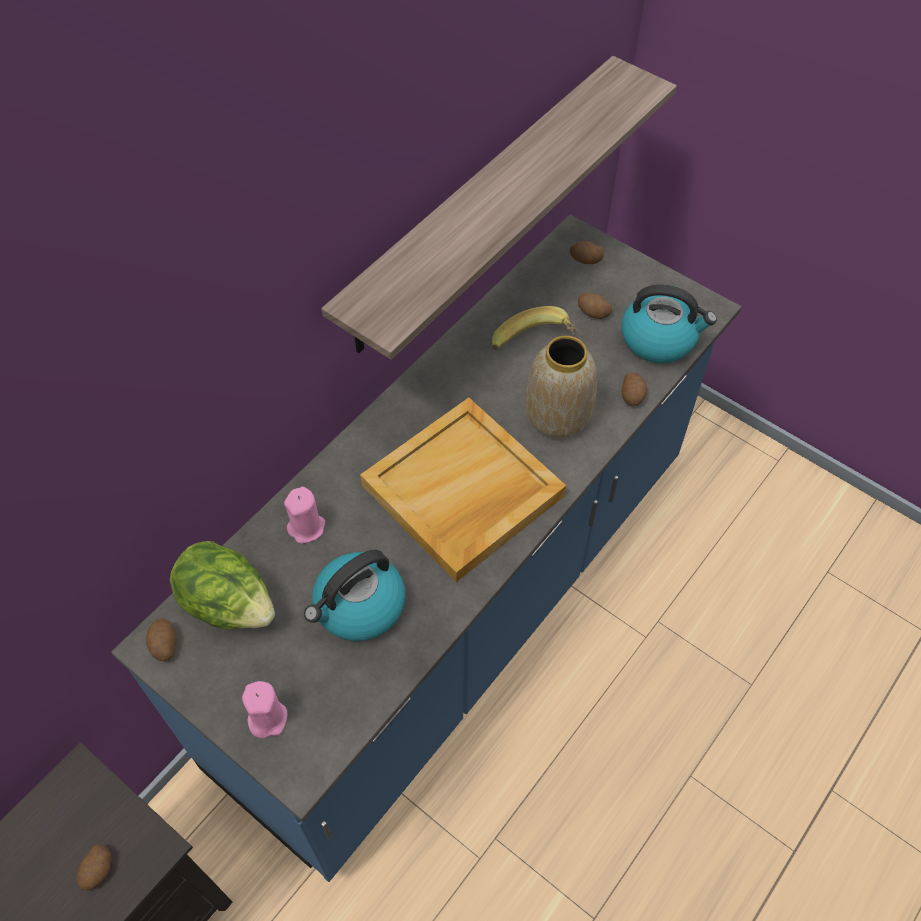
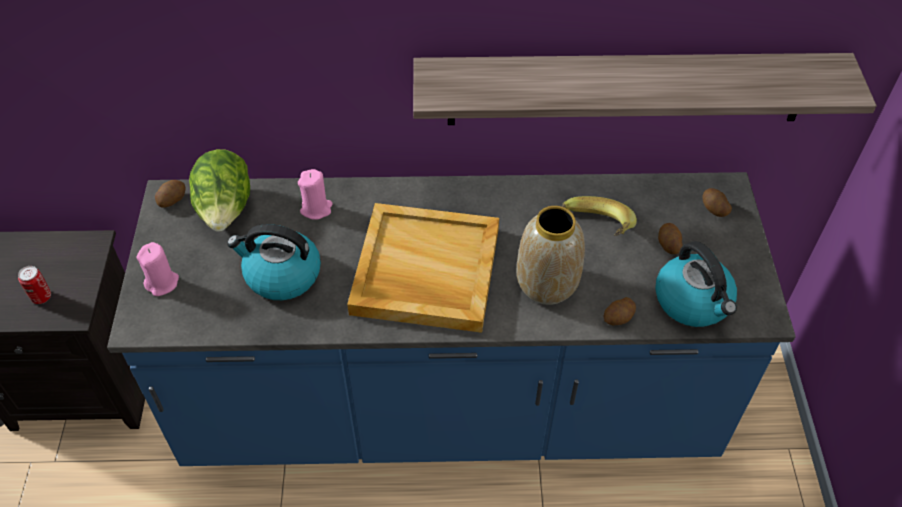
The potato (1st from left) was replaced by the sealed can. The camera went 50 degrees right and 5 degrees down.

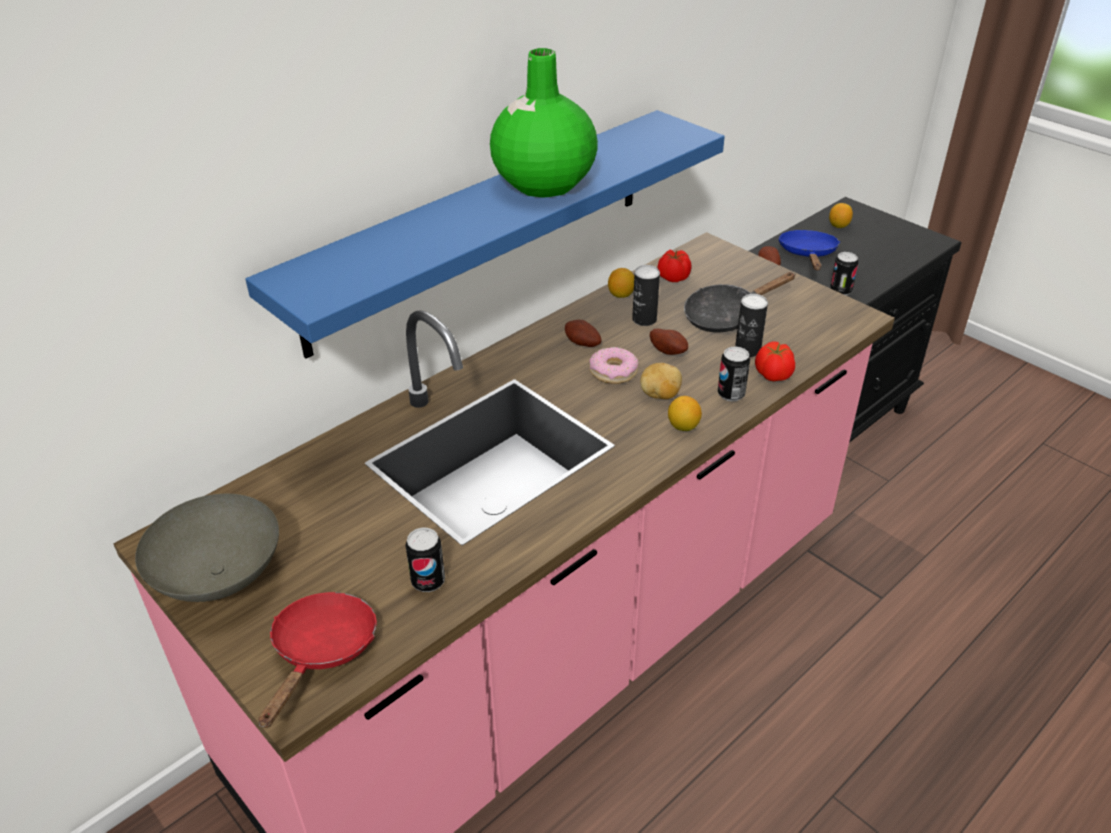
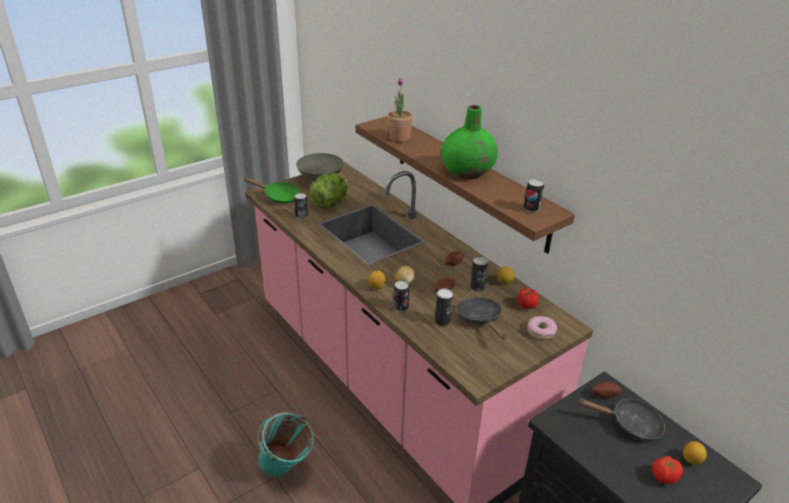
The red frying pan became the green frying pan. The turquoise pail appeared. The lettuce head appeared. The blue wall shelf became the brown wall shelf. The potted plant appeared. The sealed can (5th from left) moved. The donut moved. The blue frying pan became the blackish frying pan (2nd from left). The fresh tomato (2nd from left) moved. The camera went 95 degrees right and 5 degrees down.

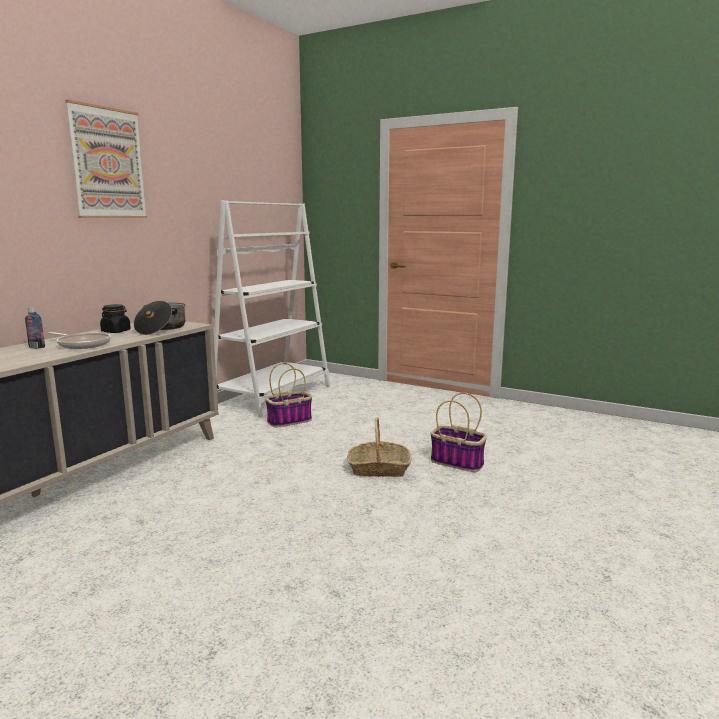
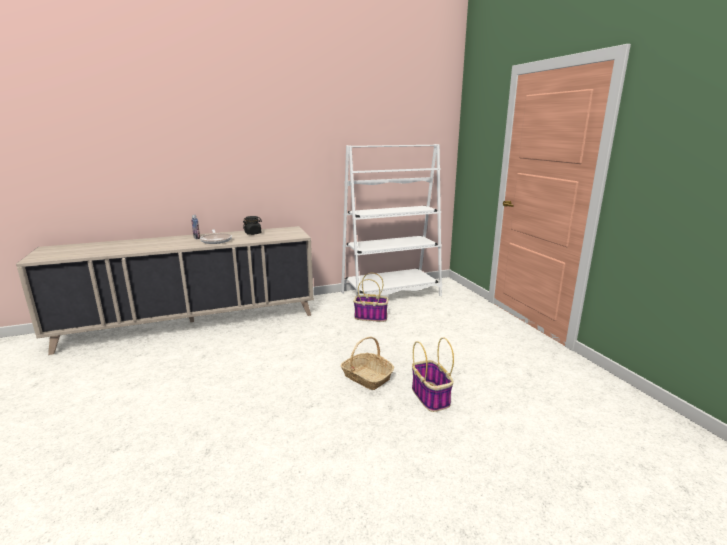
The wall art disappeared. The saucepot disappeared. The camera went 40 degrees right and 5 degrees up.

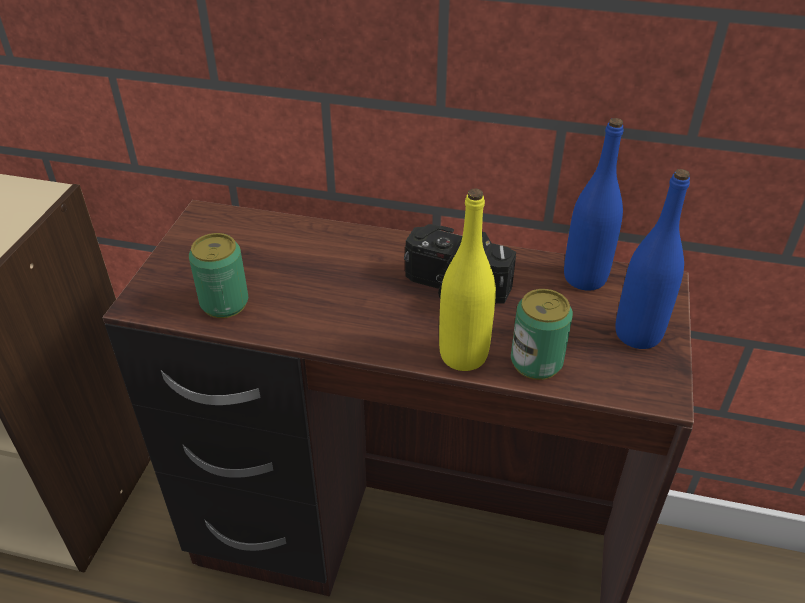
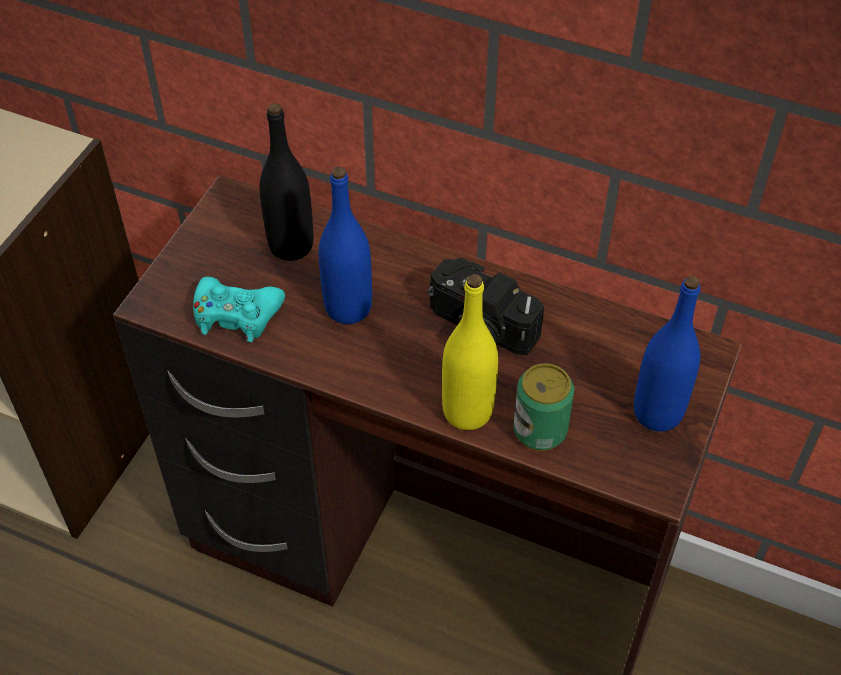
The sealed can (1st from left) was replaced by the turquoise joypad. The blackish bottle appeared. The blue bottle (1st from left) moved. The camera went 10 degrees right and 10 degrees up.

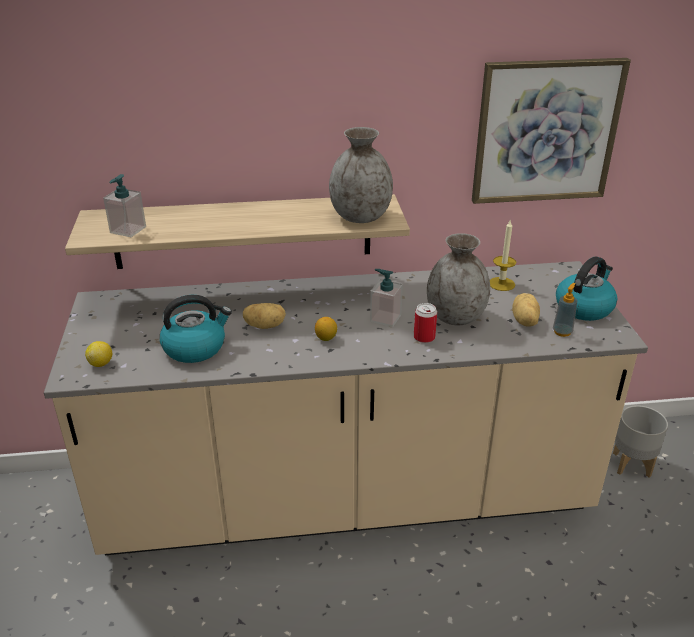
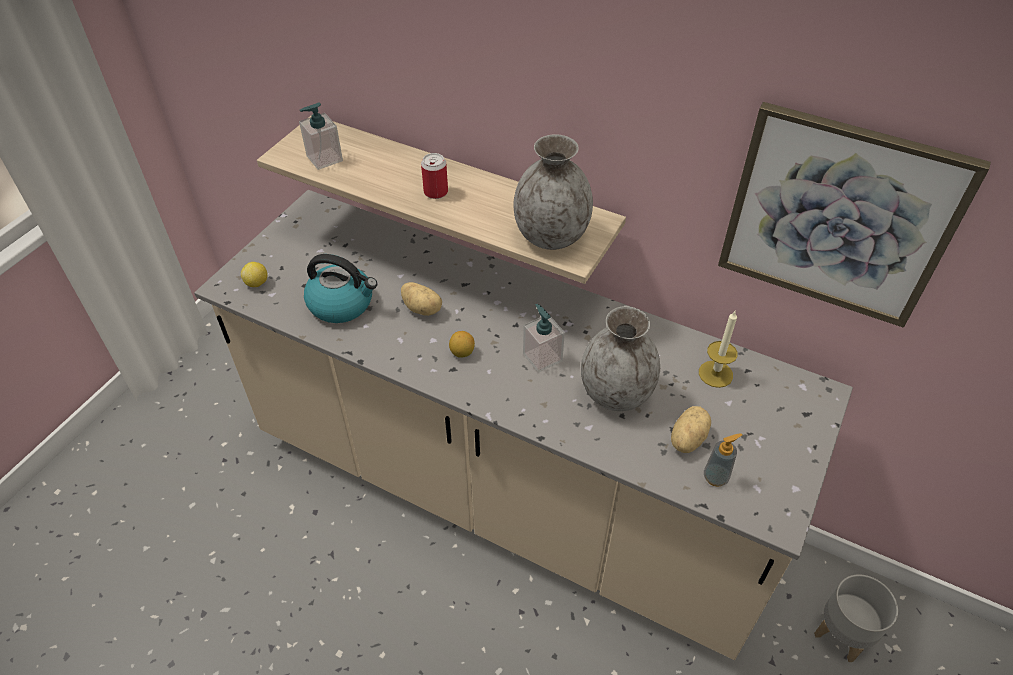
The sealed can moved. The kettle (2nd from left) disappeared. The camera went 35 degrees right and 15 degrees up.

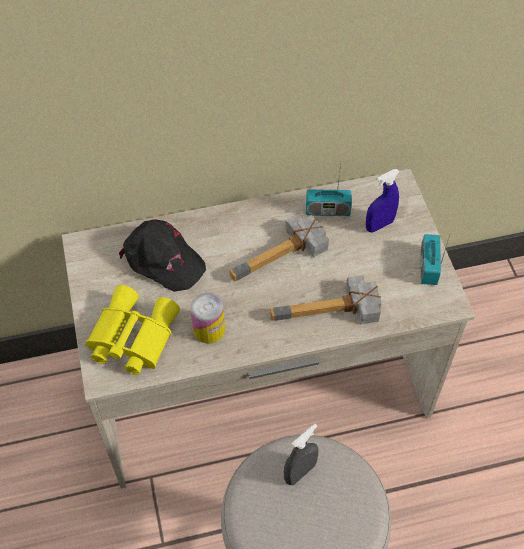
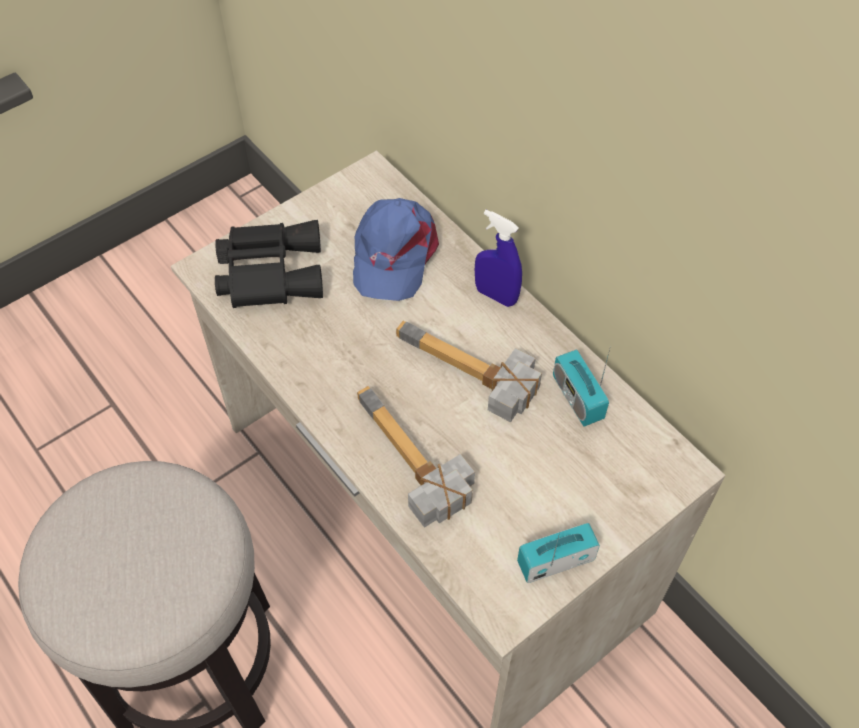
The yellowish binoculars became the blackish binoculars. The blackish baseball cap became the blue baseball cap. The blue sprayer moved. The sealed can disappeared. The greyish sprayer disappeared. The camera went 65 degrees right and 0 degrees up.

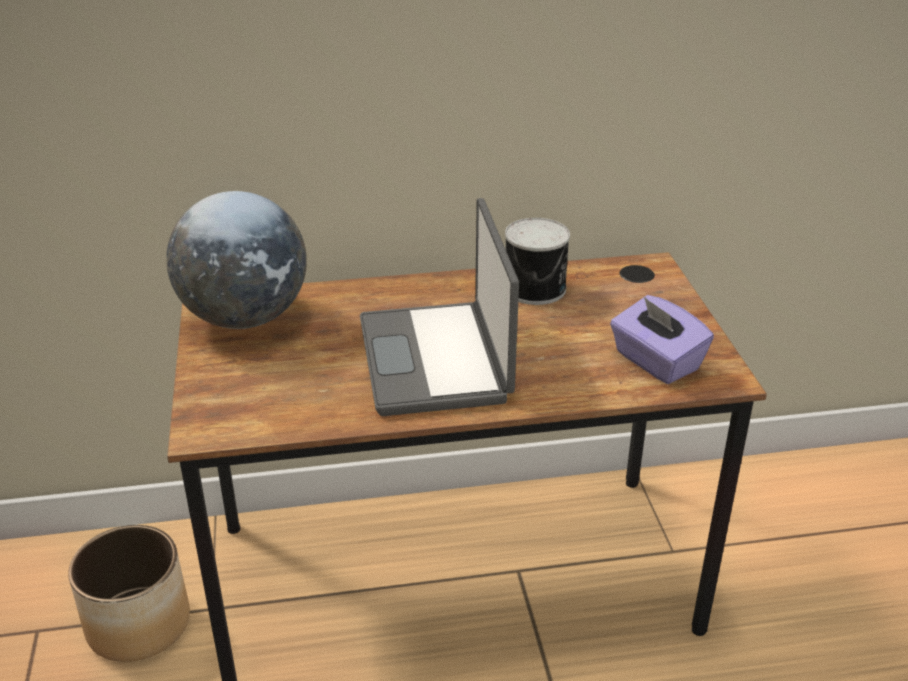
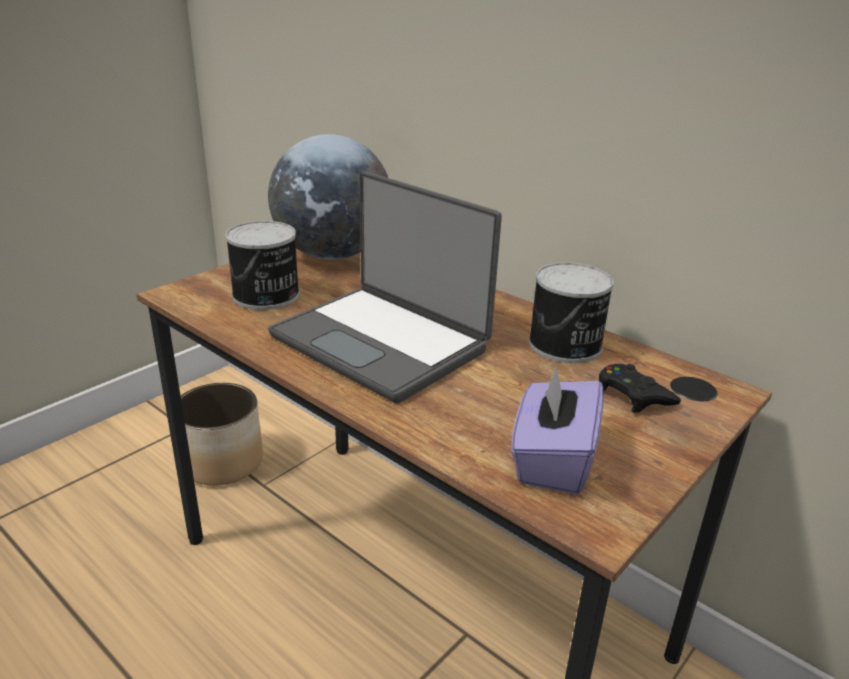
The sealed can (1st from left) appeared. The portable computer turned 90 degrees counterclockwise. The blackish joypad appeared. The camera went 50 degrees right and 5 degrees down.

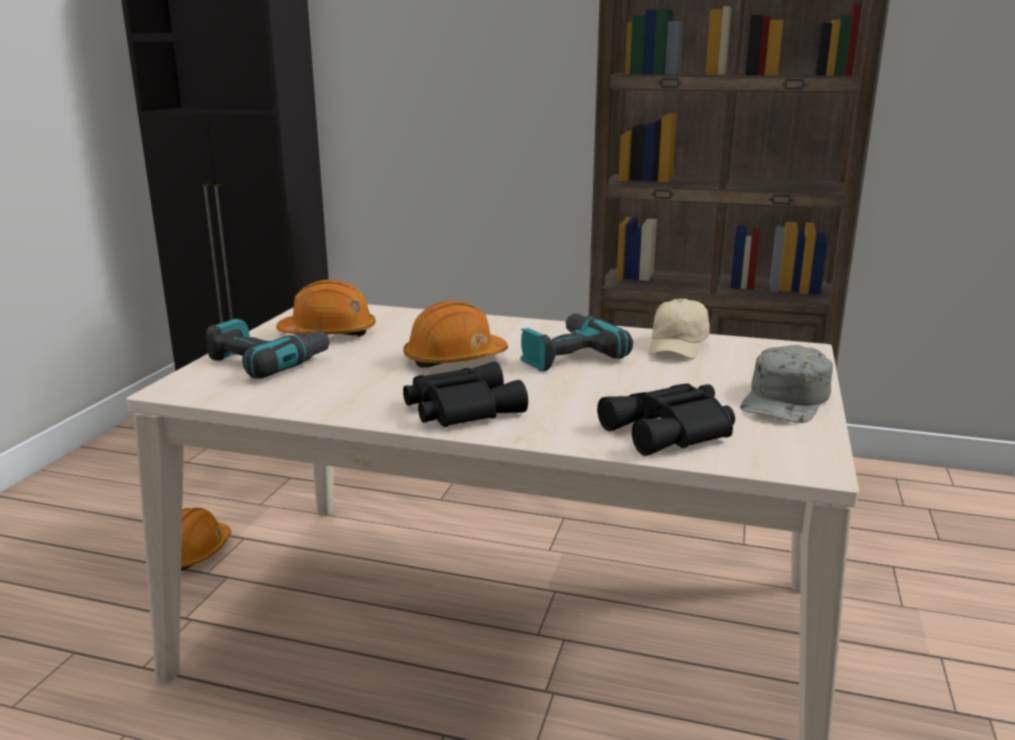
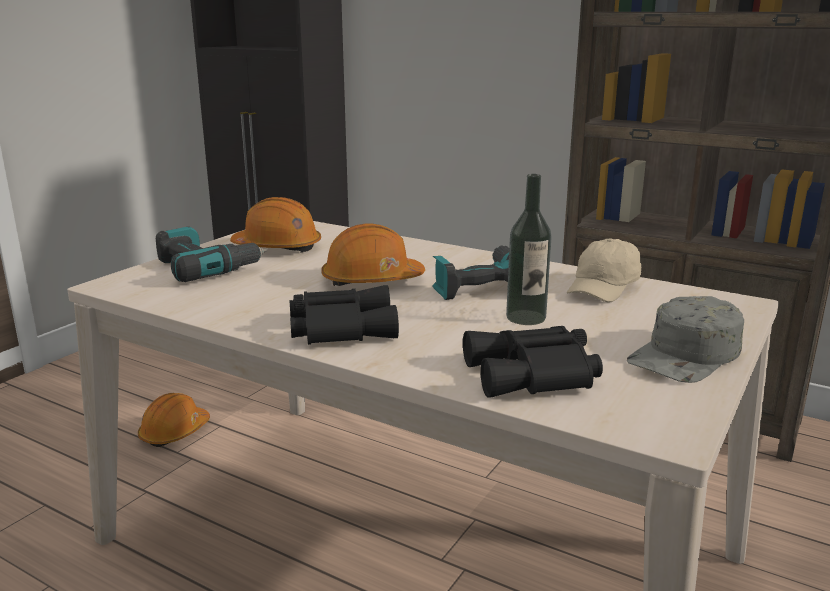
The bottle appeared. The camera went 15 degrees right and 0 degrees up.

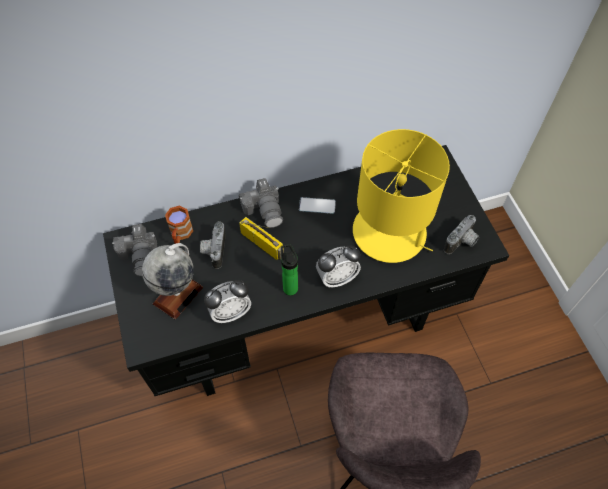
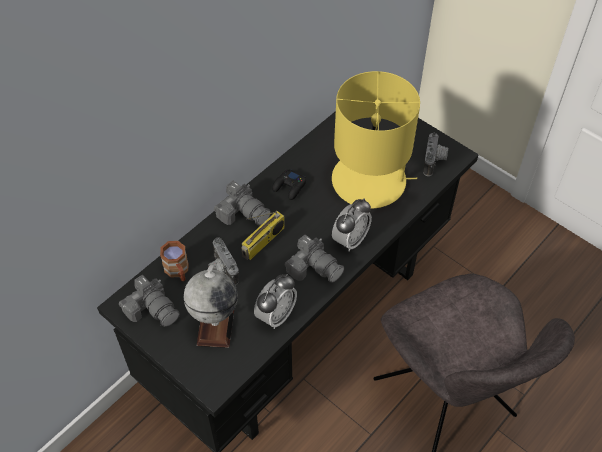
The radio set turned 120 degrees clockwise. The handset was replaced by the blackish joypad. The bottle was replaced by the still camera (4th from left). The camera went 30 degrees left and 5 degrees down.

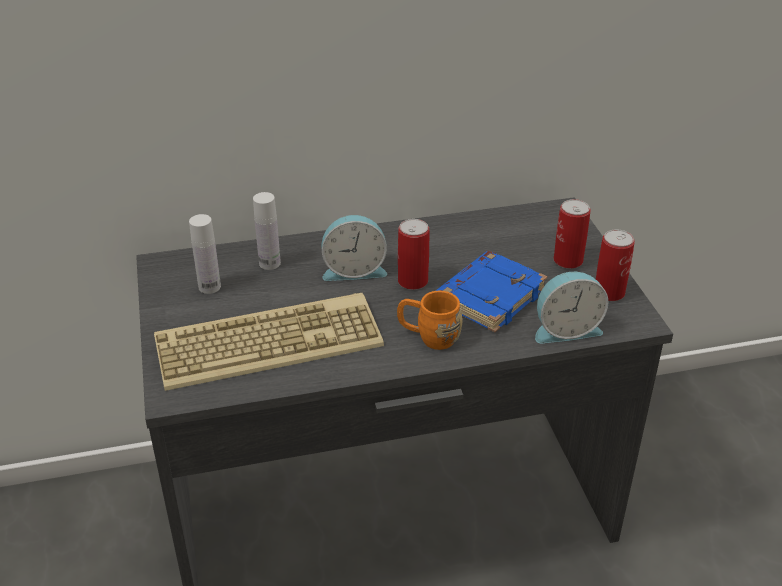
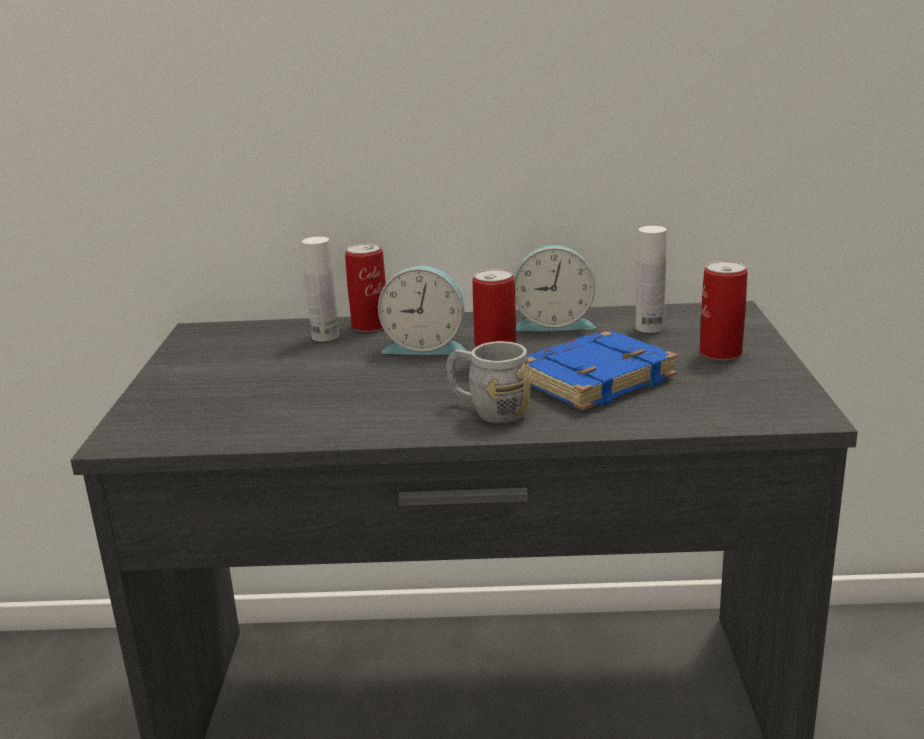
The sealed can (3rd from left in the first image) moved. The orange tea mug became the greyish tea mug. The table clock (2nd from left) moved. The white bottle (1st from left in the first image) moved. The computer keyboard disappeared. The camera went 15 degrees right and 15 degrees down.

